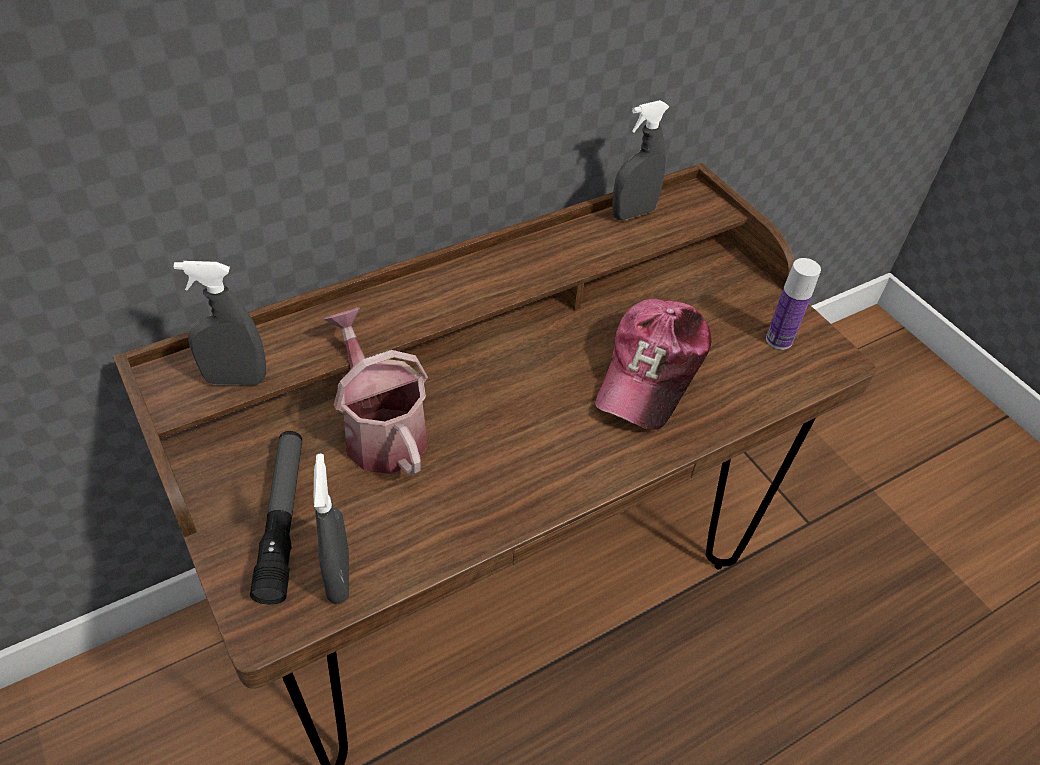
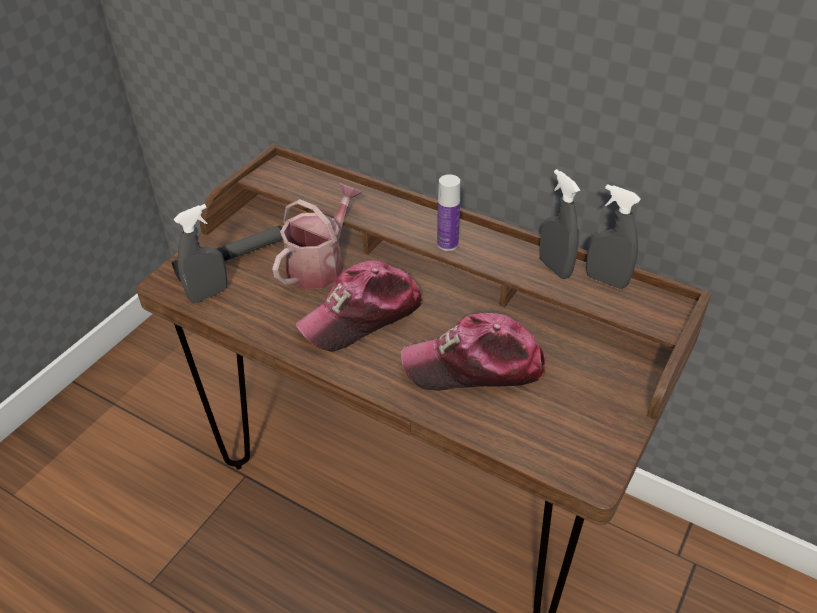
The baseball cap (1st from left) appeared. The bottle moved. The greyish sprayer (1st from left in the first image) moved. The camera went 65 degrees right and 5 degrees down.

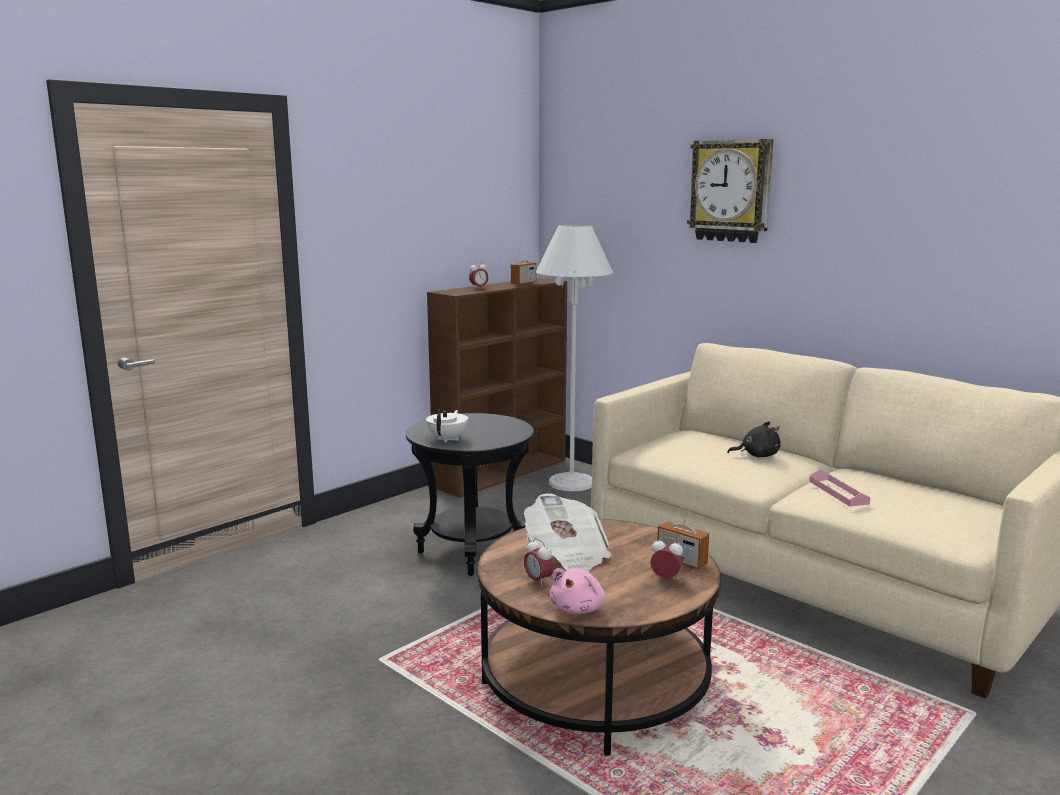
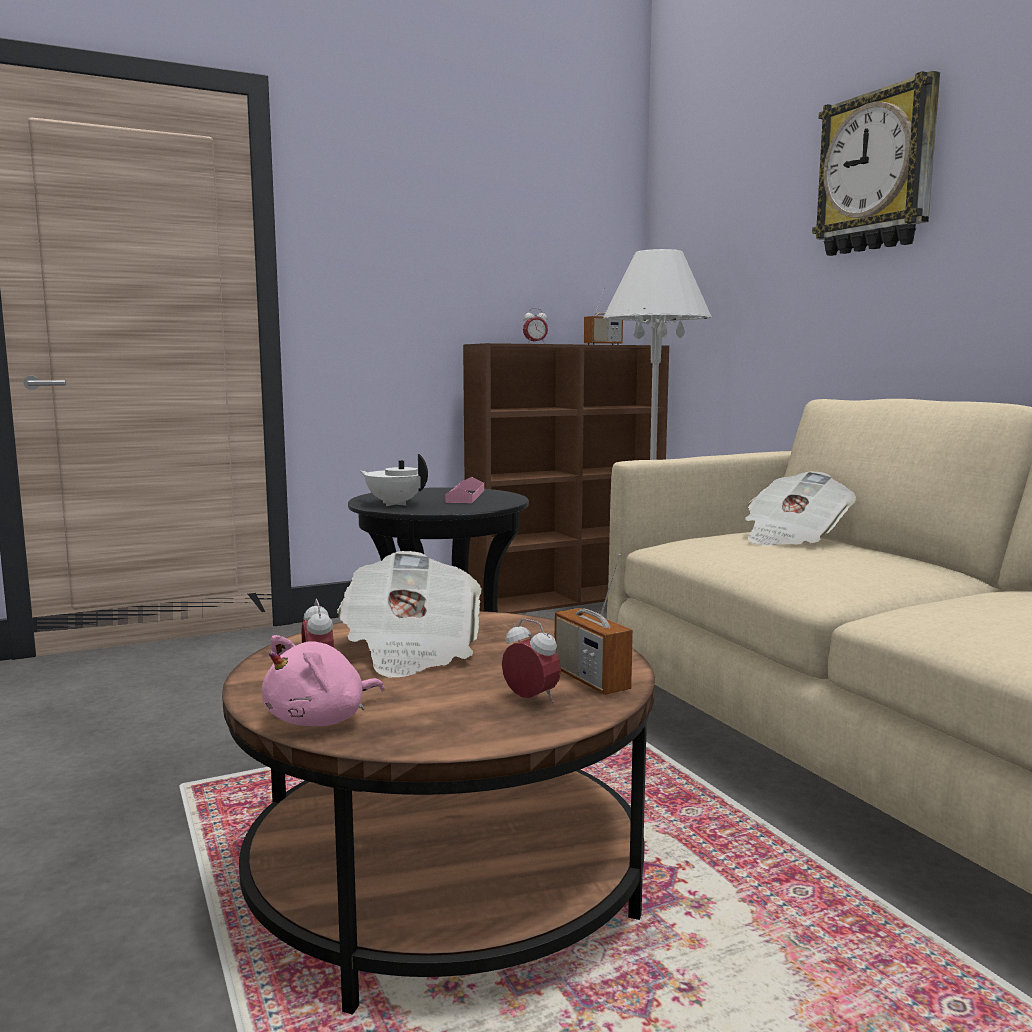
The white teapot turned 90 degrees counterclockwise. The pinkish carrying tray moved. The newspaper (2nd from left) appeared. The blackish cuddly toy disappeared. The camera went 20 degrees right and 5 degrees down.

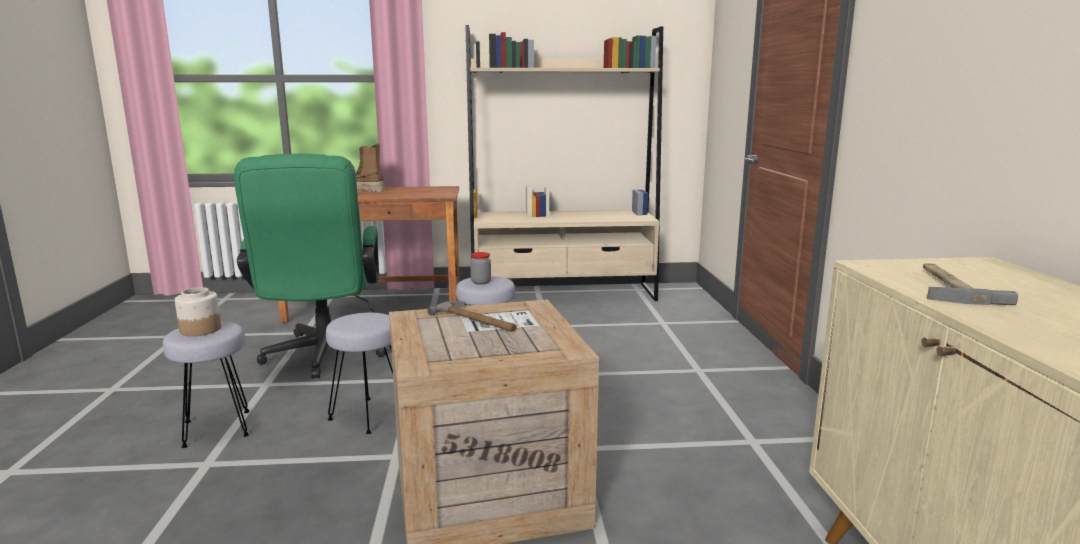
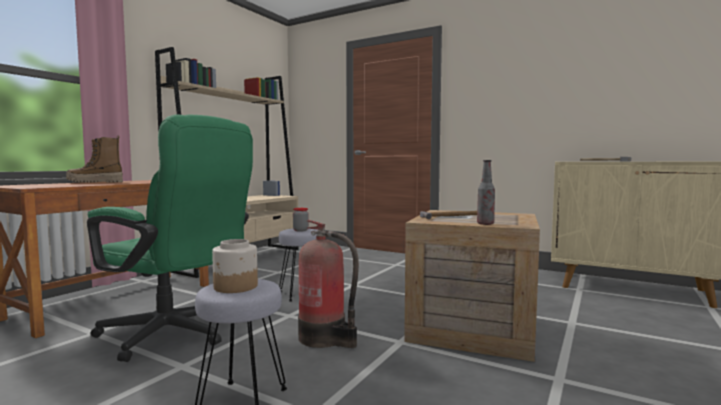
The greyish stool seat (2nd from left) was replaced by the fire-fighting cylinder. The bottle appeared. The camera went 55 degrees left and 10 degrees down.

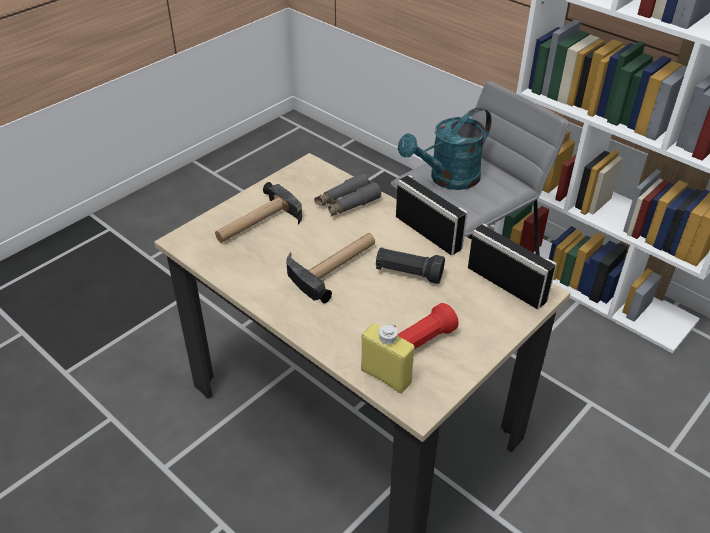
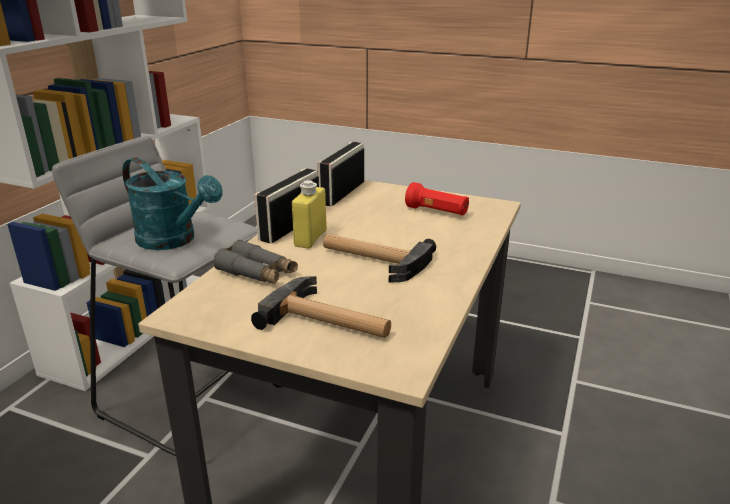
The yellowish bottle moved. The blackish hand torch disappeared. The camera went 110 degrees left and 15 degrees down.

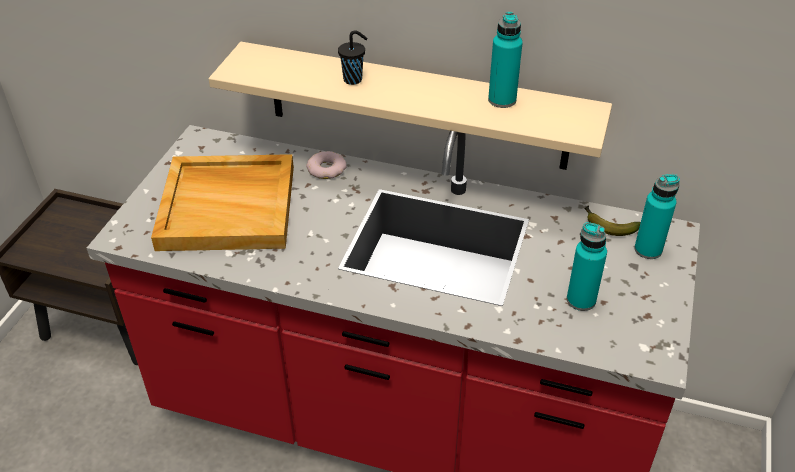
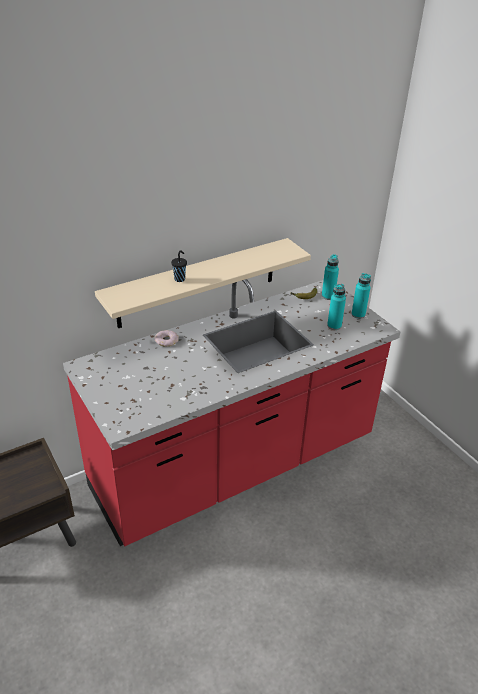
The turquoise bottle (1st from left in the first image) moved. The beige carrying tray disappeared. The camera went 50 degrees left and 5 degrees down.

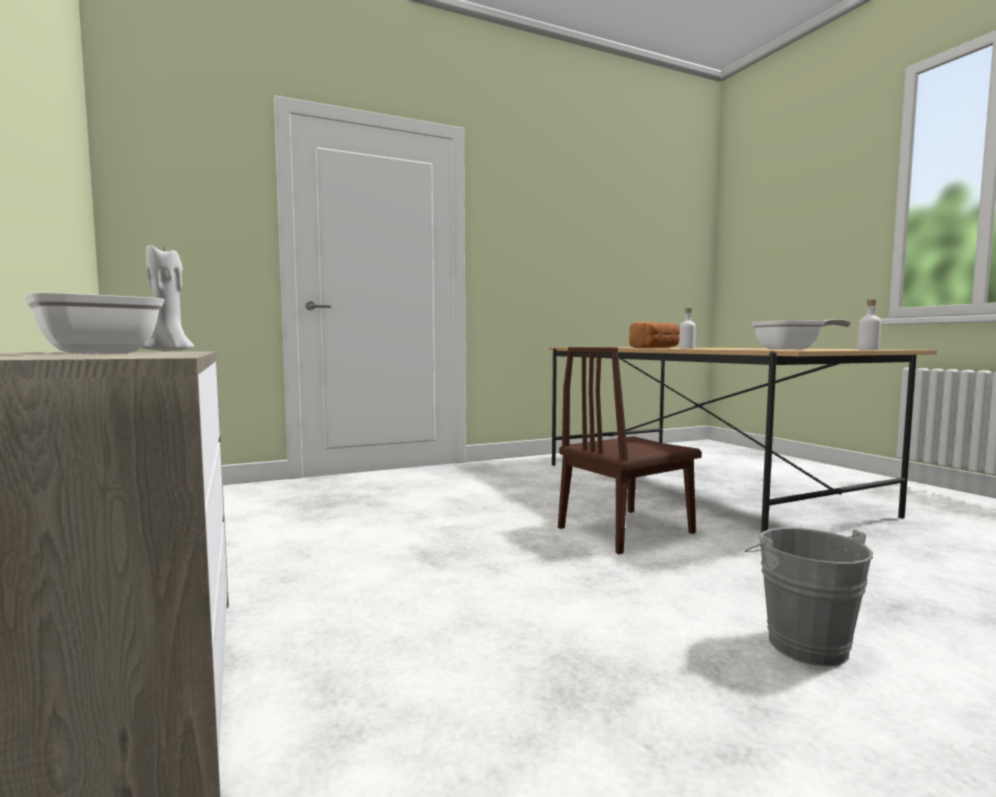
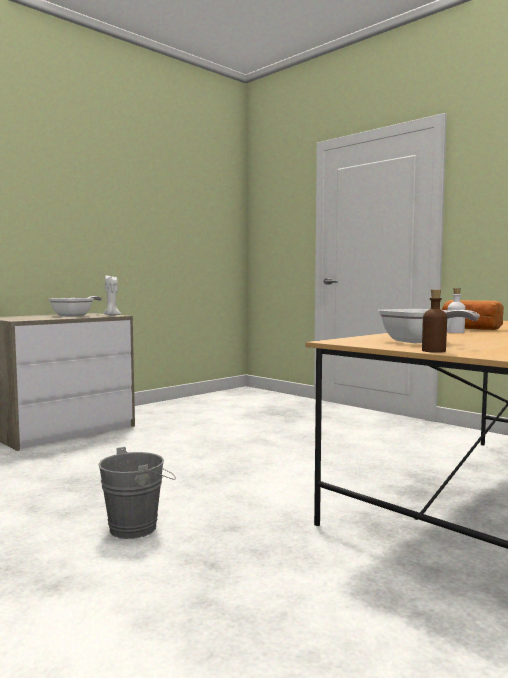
The white bottle (2nd from left) became the brown bottle. The brown chair disappeared. The camera went 70 degrees right and 0 degrees up.

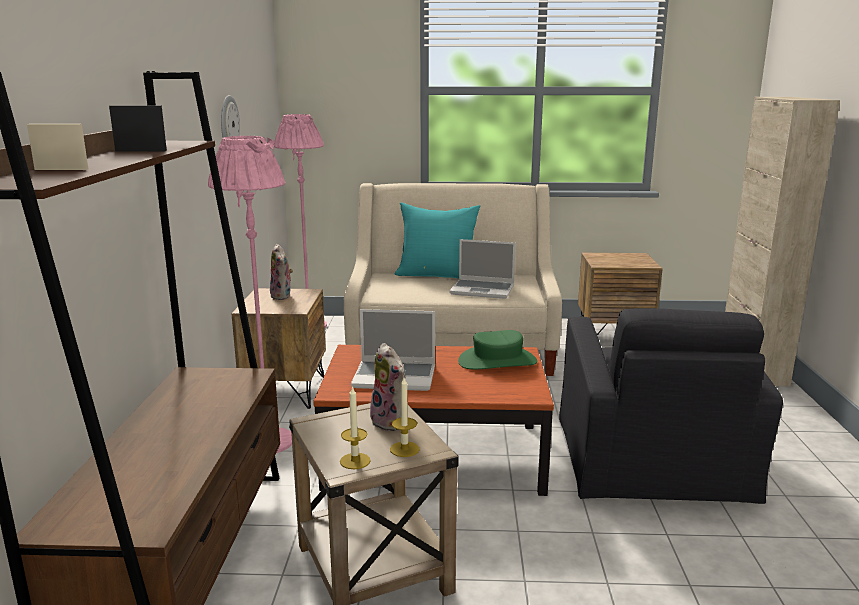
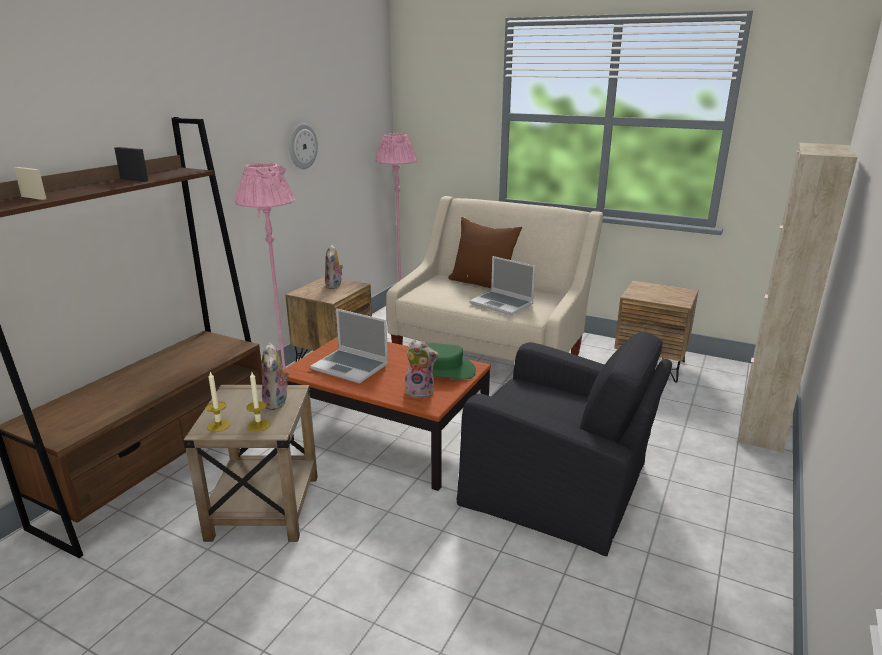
The cuddly toy (3rd from left) appeared. The turquoise throw pillow became the brown throw pillow. The blackish easy chair turned 90 degrees counterclockwise. The camera went 25 degrees right and 5 degrees up.

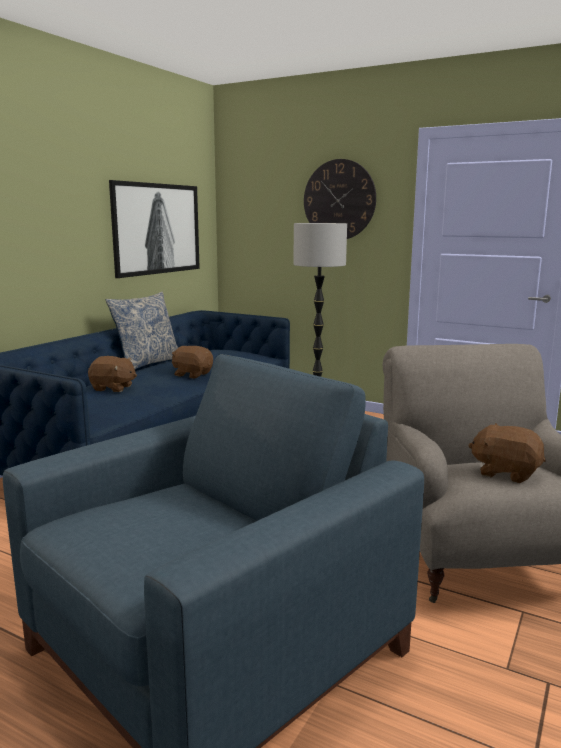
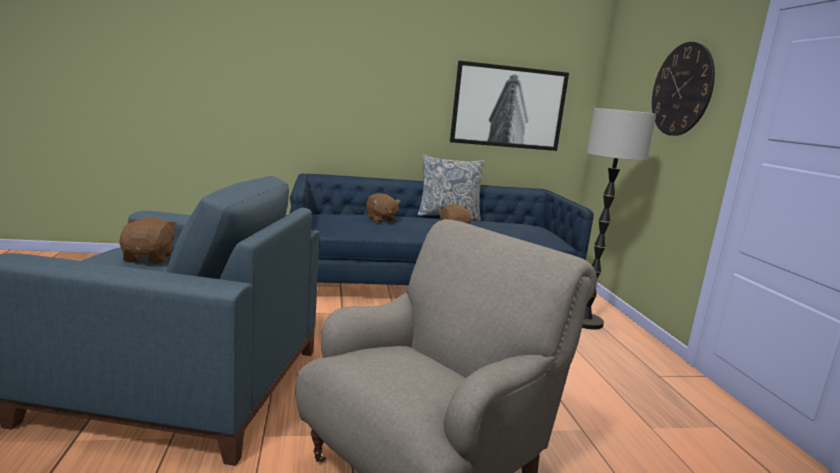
The brown cuddly toy (3rd from left in the first image) moved. The camera went 50 degrees right and 0 degrees up.

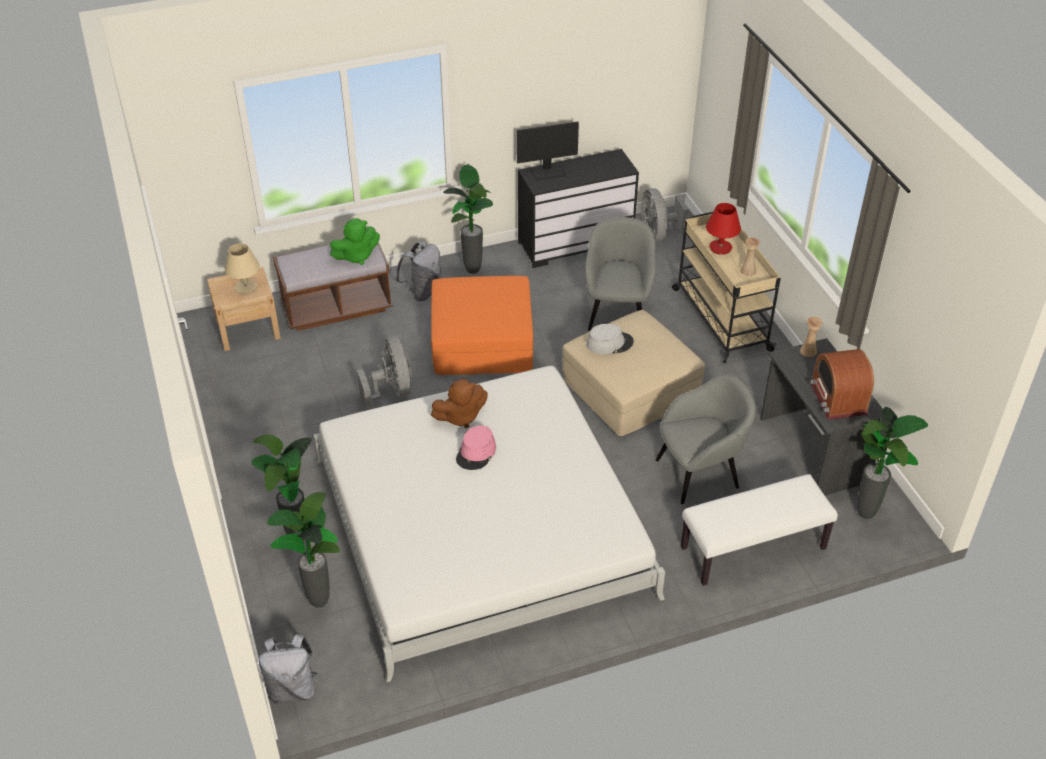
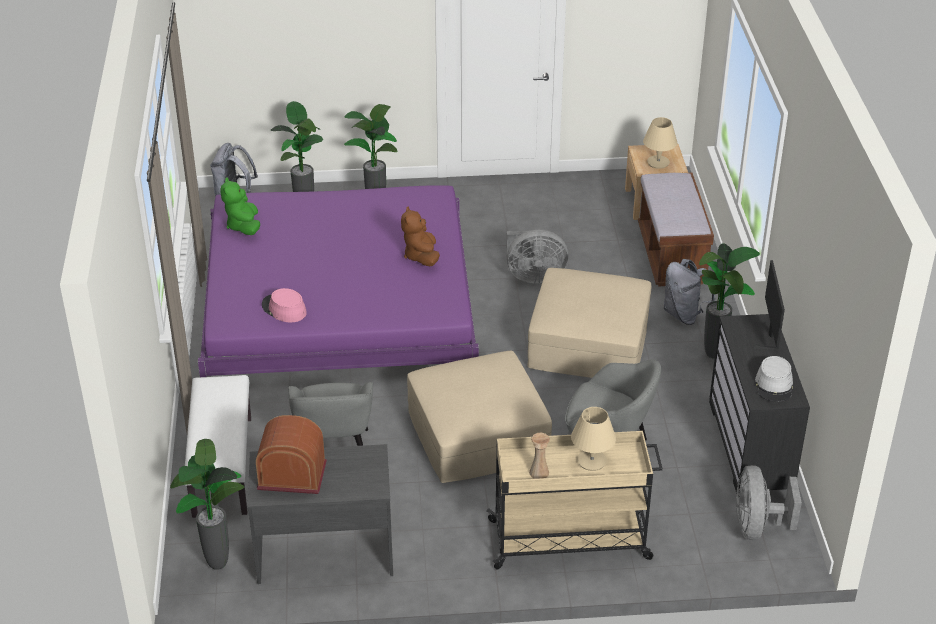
The white sleeping bed became the purple sleeping bed. The green cuddly toy moved. The pinkish hat moved. The orange pouffe became the beige pouffe (2nd from left). The red tabletop lamp became the beige tabletop lamp (1st from left). The greyish electric fan (2nd from left) turned 90 degrees counterclockwise. The greyish hat moved. The beige flower vase (2nd from left) disappeared. The camera went 105 degrees right and 5 degrees down.

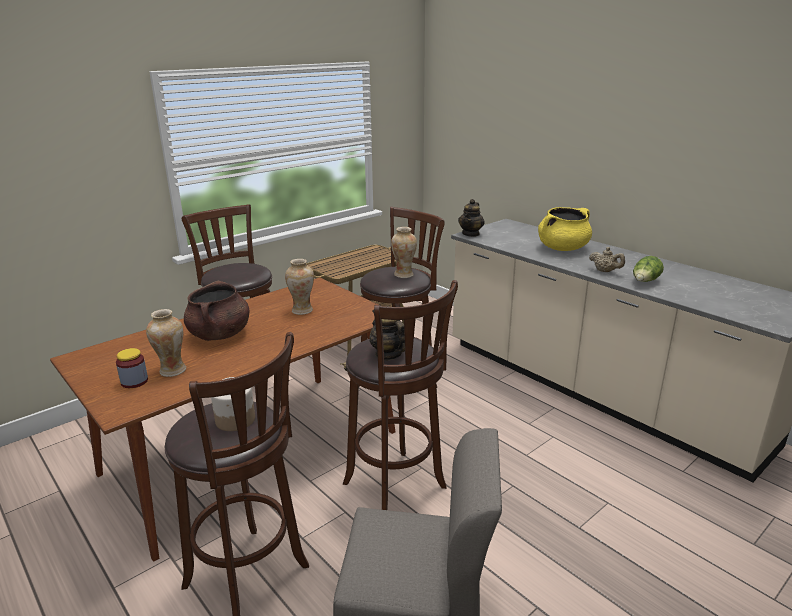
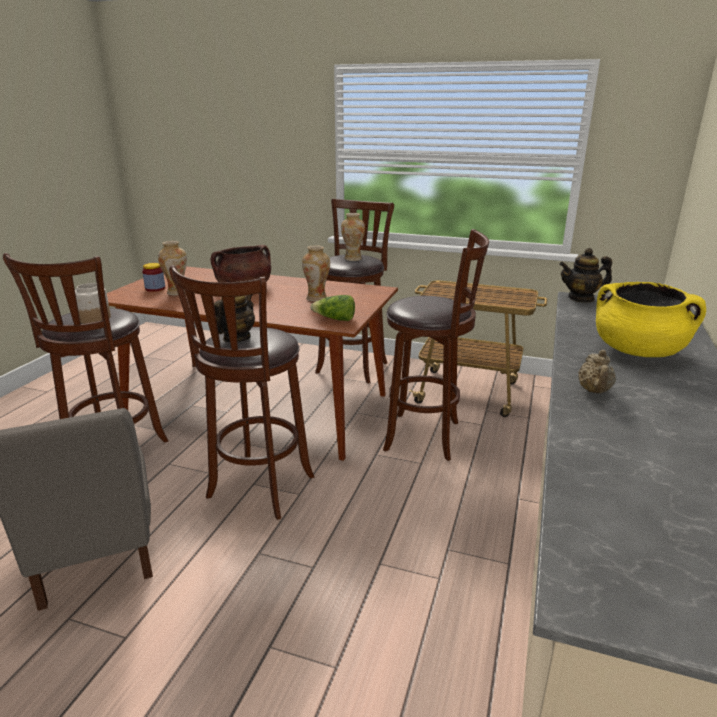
The lettuce head moved. The flower vase (3rd from left) moved. The camera went 60 degrees right and 0 degrees up.

